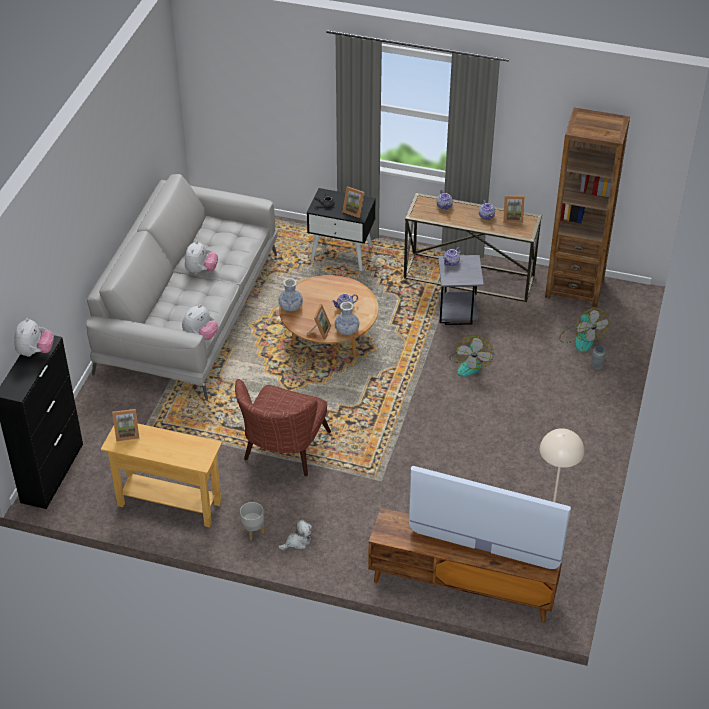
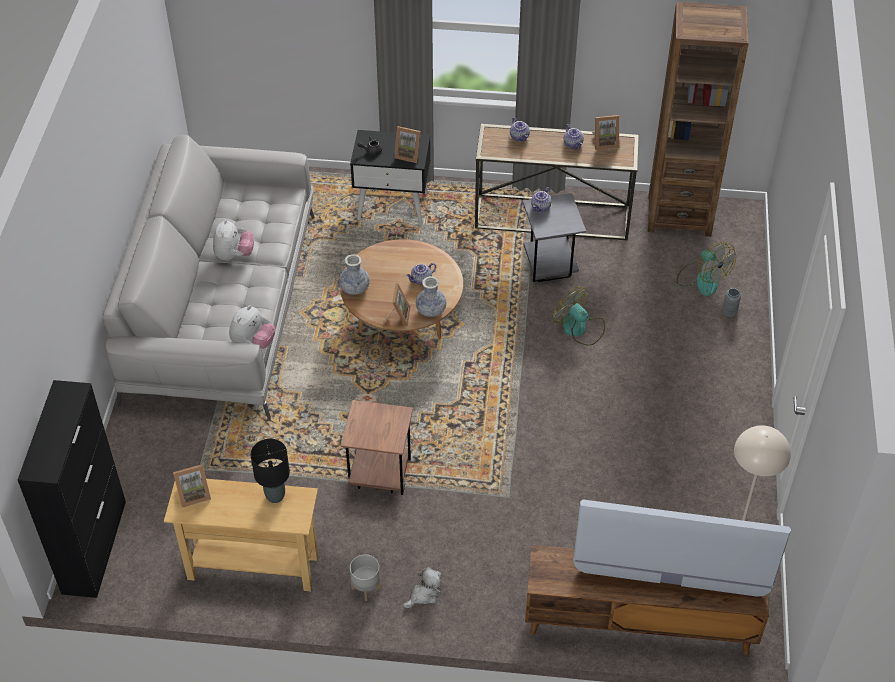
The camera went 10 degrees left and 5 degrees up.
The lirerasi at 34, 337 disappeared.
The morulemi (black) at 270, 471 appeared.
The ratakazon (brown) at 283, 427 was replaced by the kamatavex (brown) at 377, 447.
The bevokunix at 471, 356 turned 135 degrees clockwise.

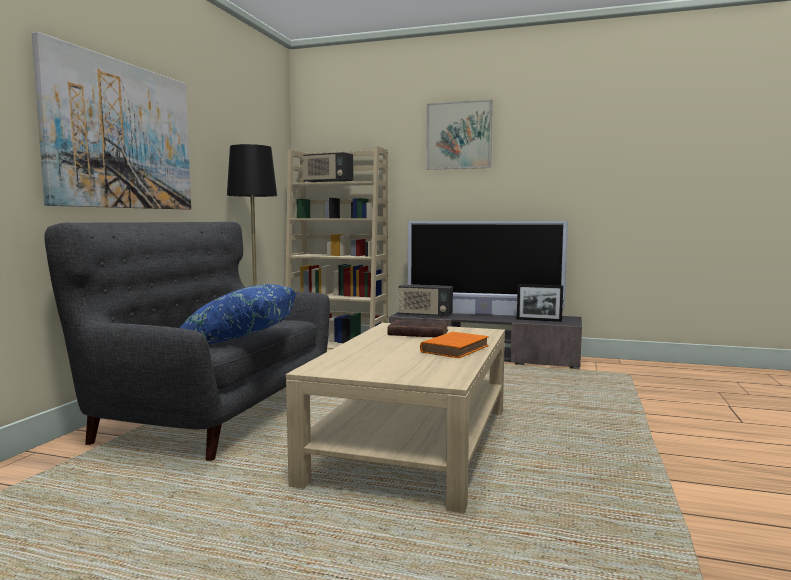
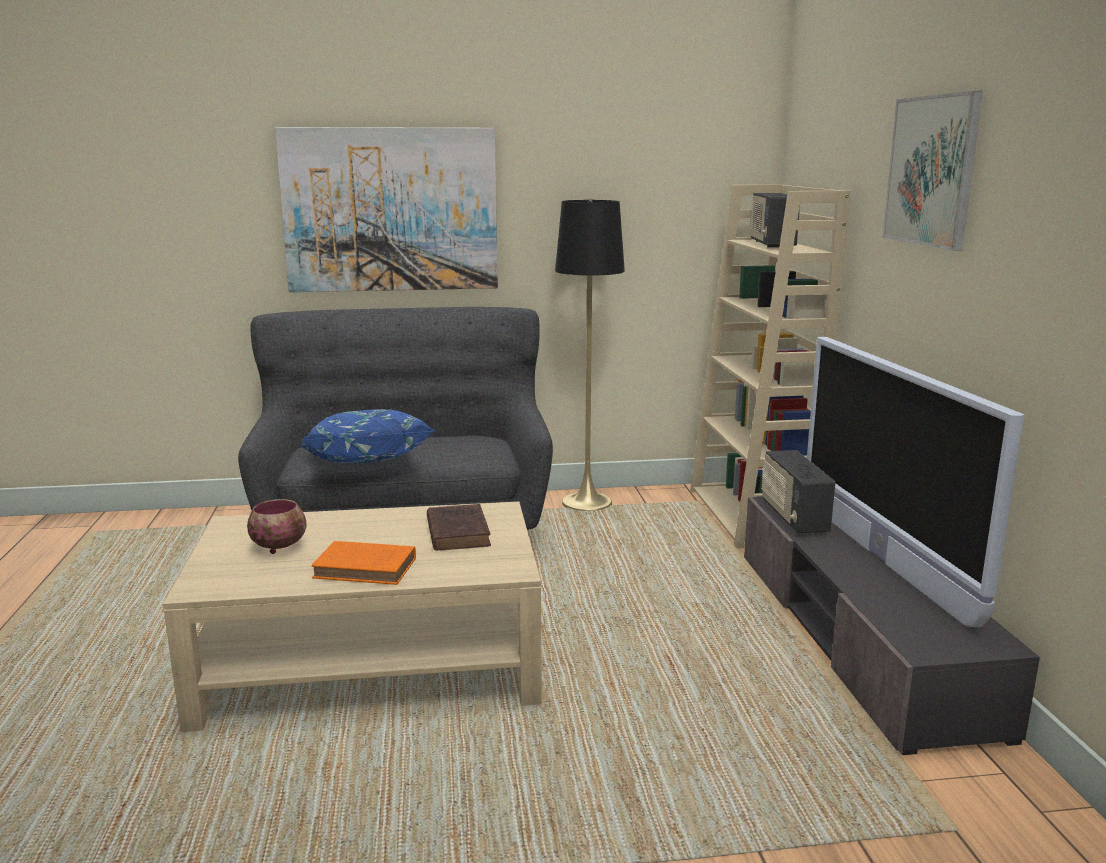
The camera went 65 degrees right and 10 degrees up.
The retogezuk at 540, 303 disappeared.
The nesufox at 277, 526 appeared.

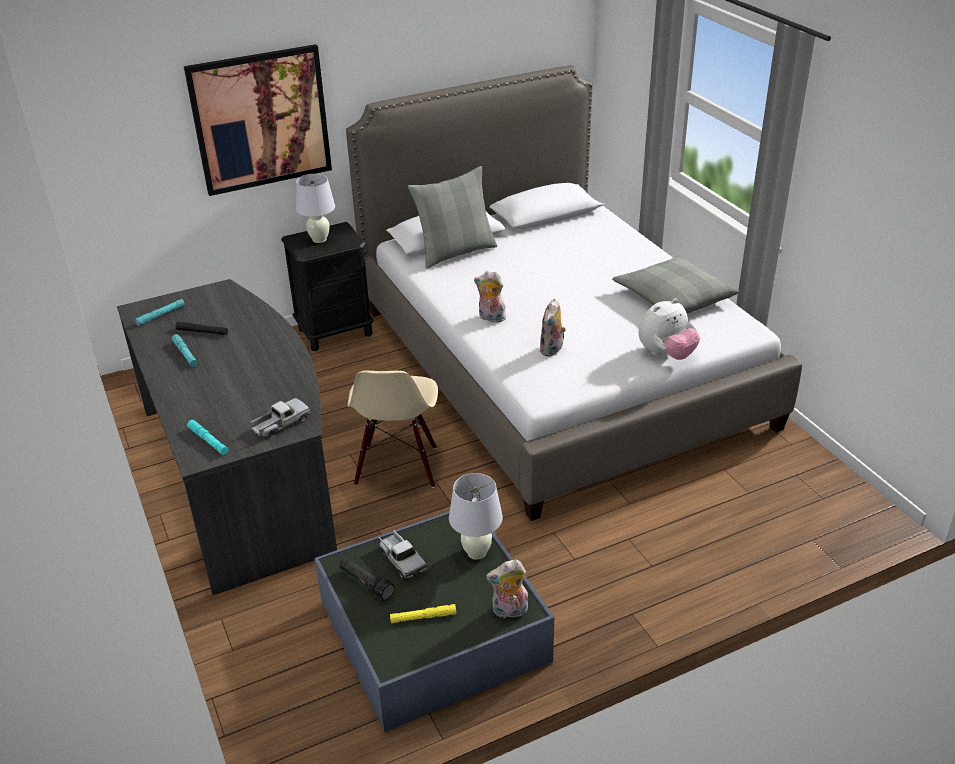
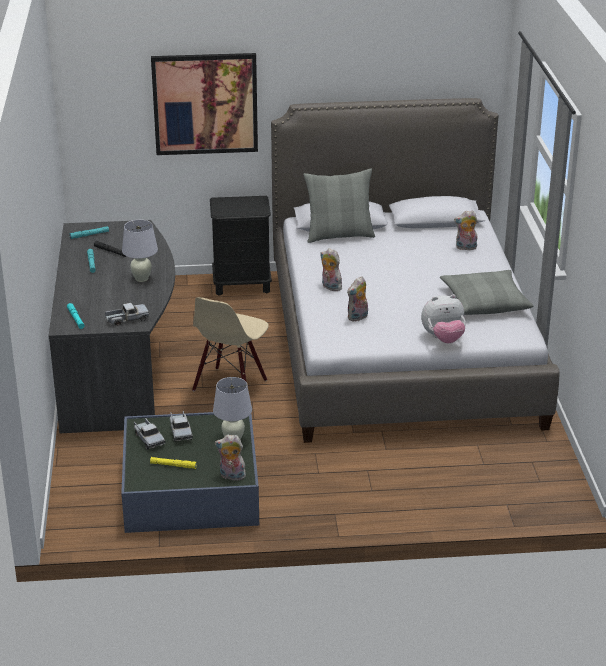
The camera went 20 degrees right and 5 degrees down.
The lirerasi at 466, 230 appeared.
The morulemi (white) moved from 315, 208 to 140, 251.
The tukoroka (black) at 367, 579 was replaced by the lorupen at 150, 434.

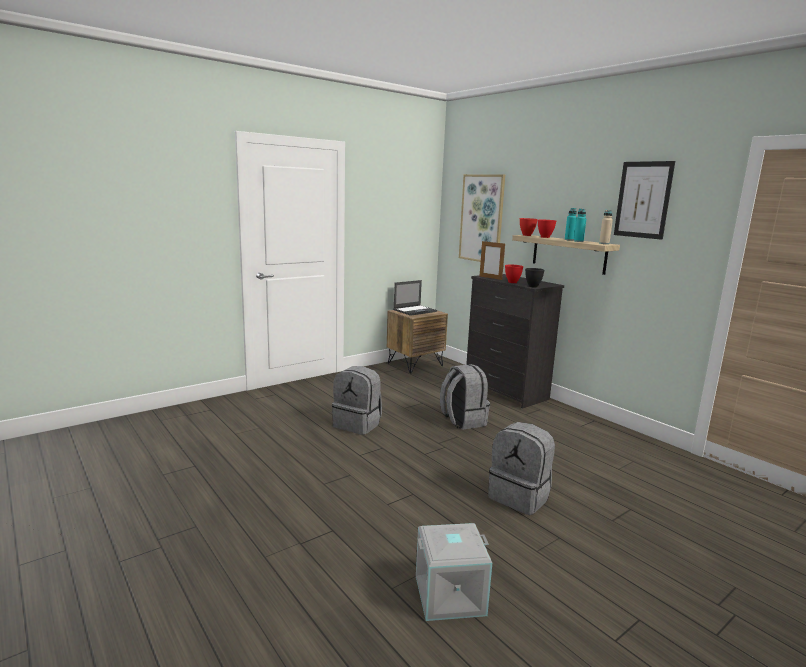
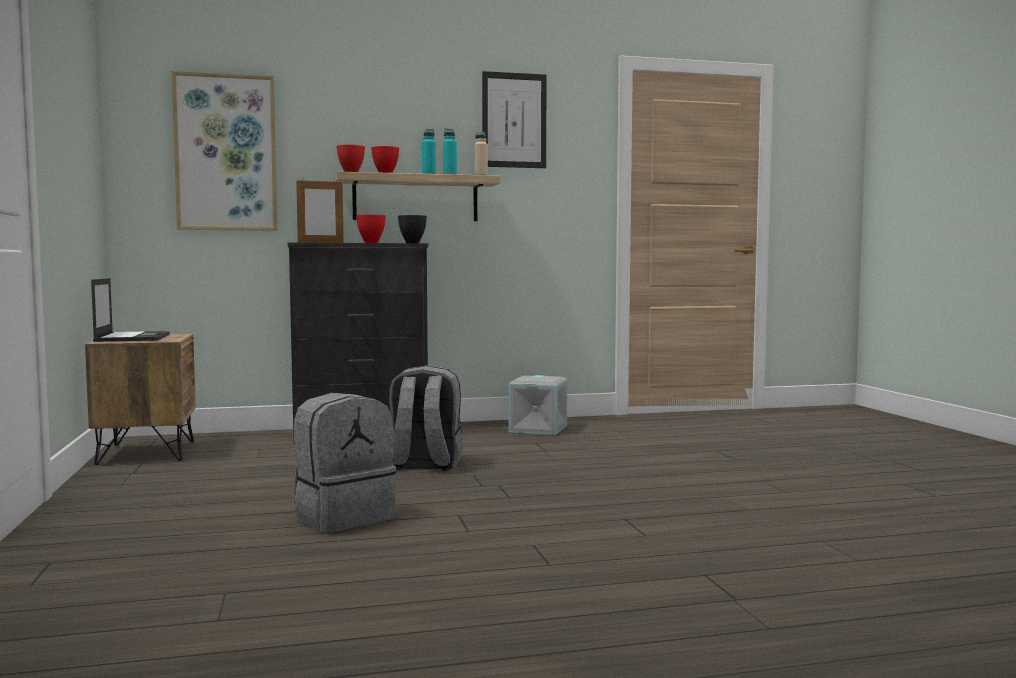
The camera went 65 degrees left and 10 degrees down.
The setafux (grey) at 521, 468 disappeared.
The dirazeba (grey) moved from 454, 572 to 538, 405.

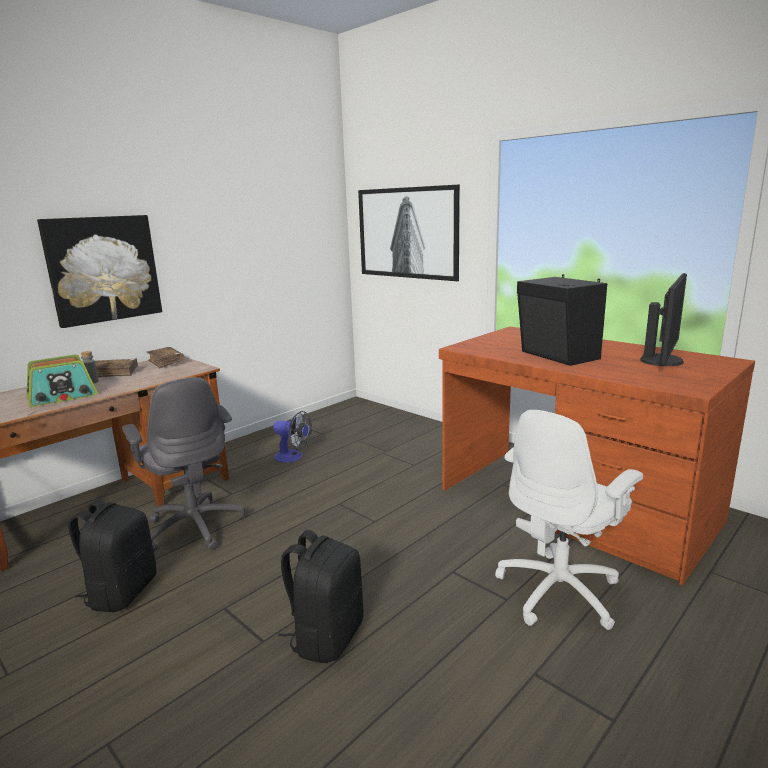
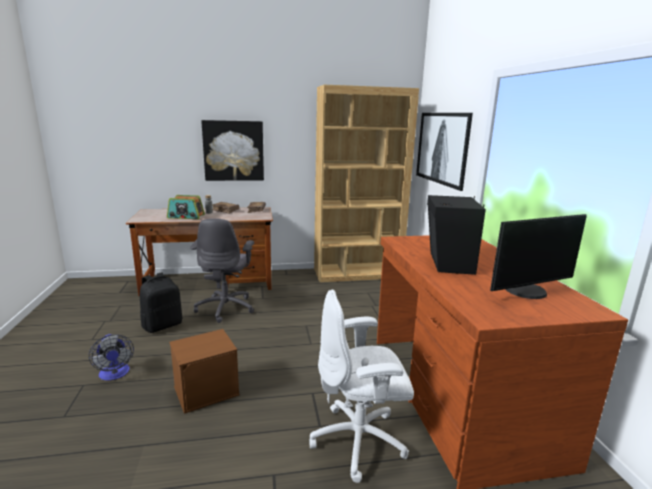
The camera went 35 degrees right and 0 degrees up.
The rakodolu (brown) at 366, 183 appeared.
The bevokunix moved from 292, 437 to 111, 357.
The setafux (black) at 320, 596 was replaced by the dirazeba (brown) at 204, 371.

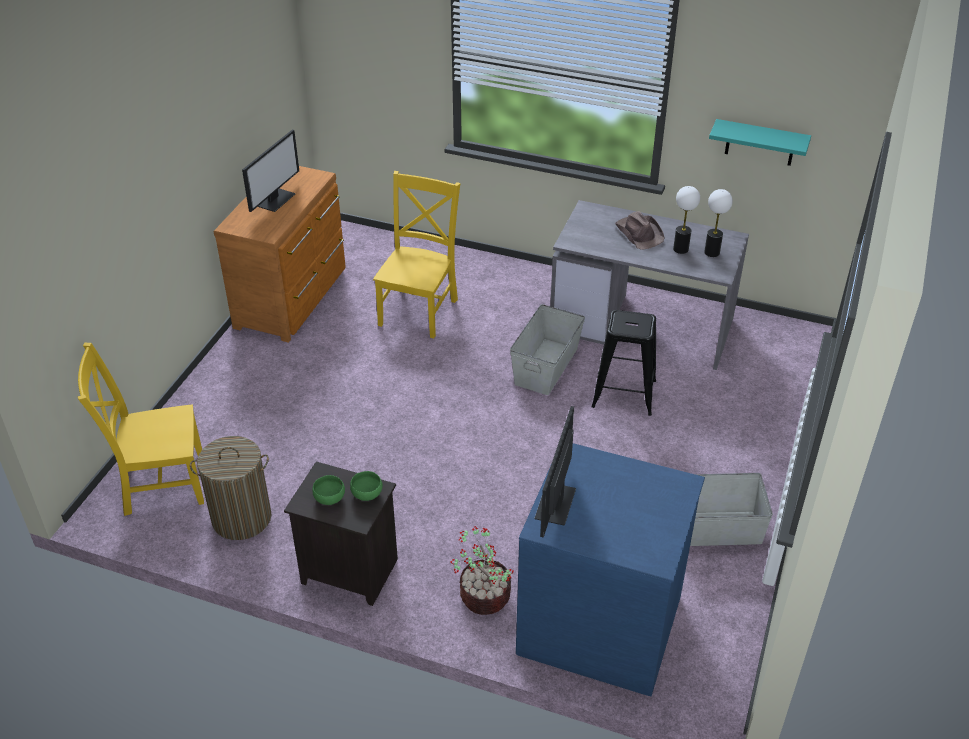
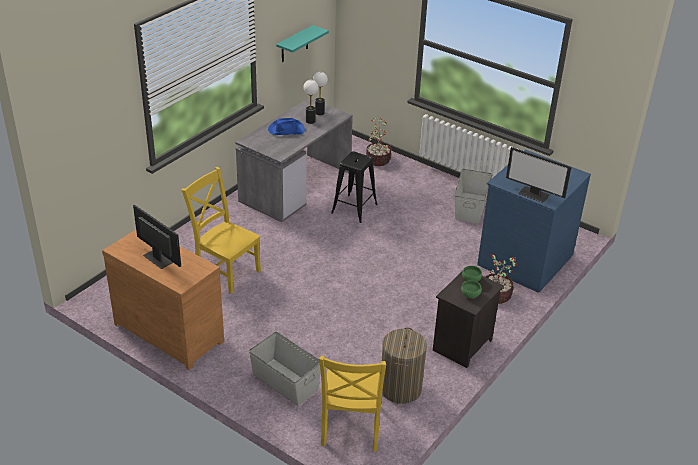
The camera went 75 degrees left and 5 degrees down.
The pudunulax at 378, 142 appeared.
The dirazeba (grey) moved from 547, 349 to 285, 368.
The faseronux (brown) at 640, 230 became the faseronux (blue) at 286, 126.

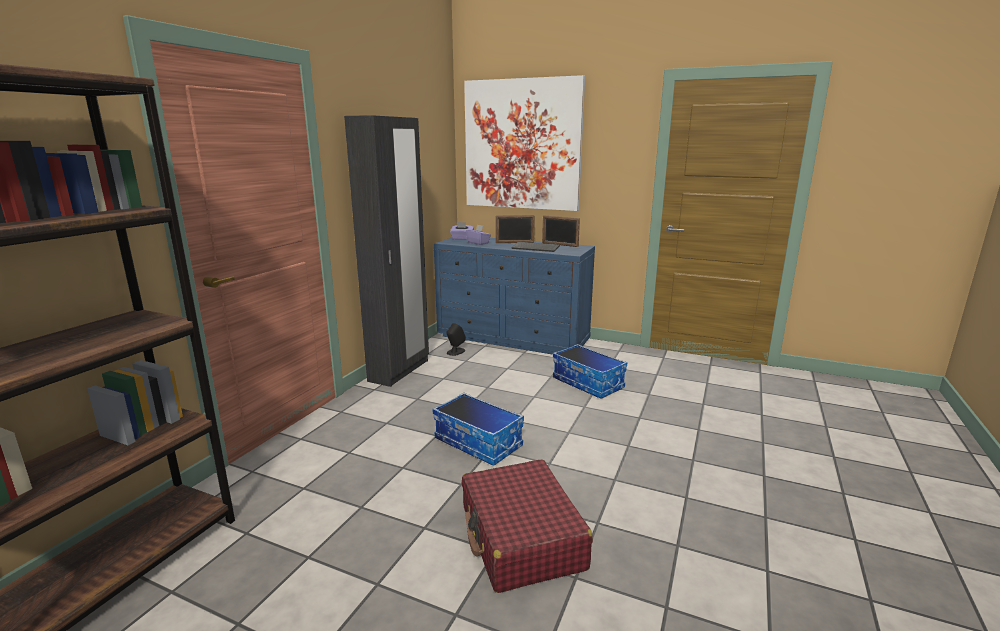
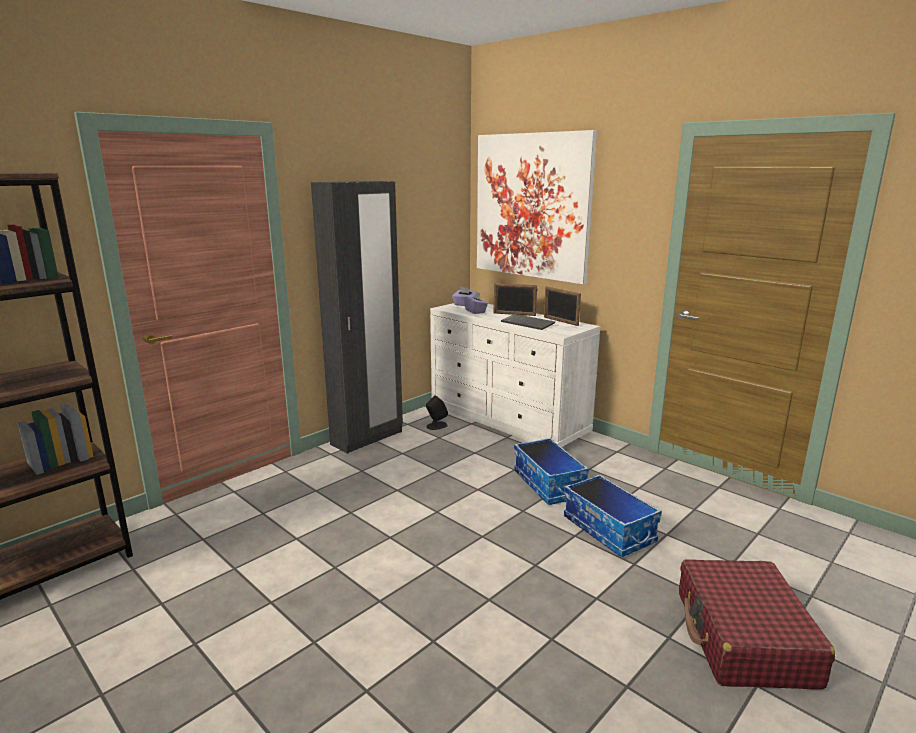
The camera went 20 degrees right and 0 degrees up.
The dirazeba moved from 478, 429 to 613, 516.
The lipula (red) moved from 527, 526 to 757, 624.
The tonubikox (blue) at 514, 296 became the tonubikox (white) at 515, 375.

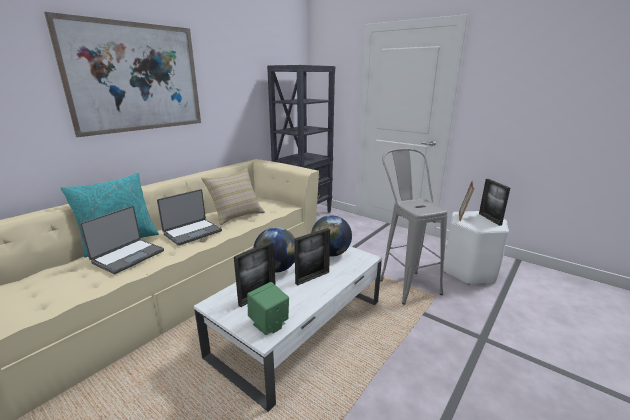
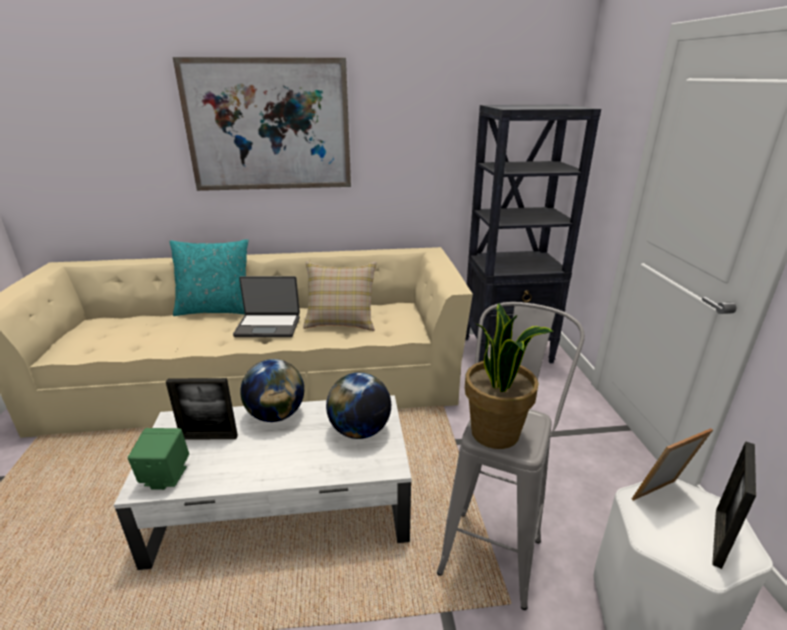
The camera went 45 degrees right and 5 degrees up.
The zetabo at 122, 240 disappeared.
The retogezuk at 312, 257 disappeared.
The pudunulax at 509, 376 appeared.

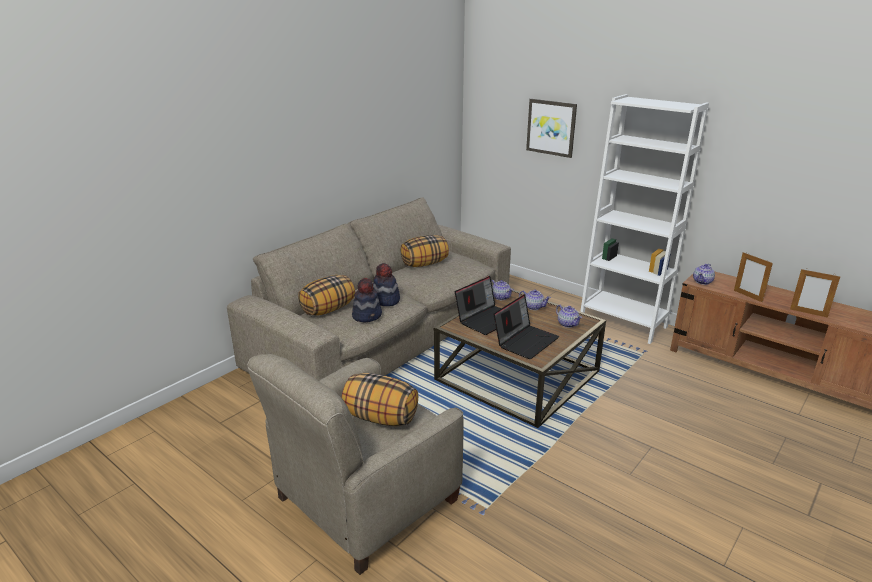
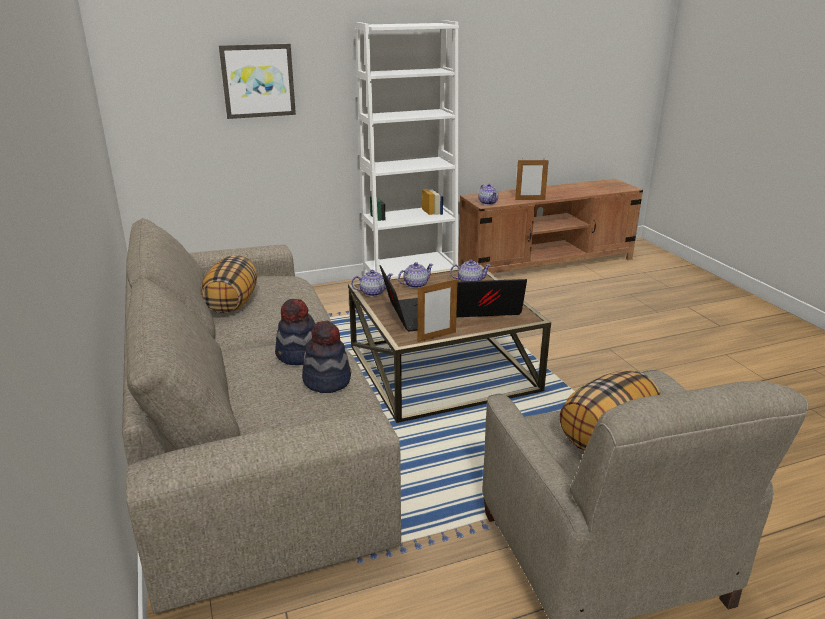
The camera went 60 degrees left and 0 degrees up.
The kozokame at 326, 295 disappeared.
The retogezuk moved from 815, 293 to 437, 310.
The zetabo at 526, 326 turned 75 degrees counterclockwise.

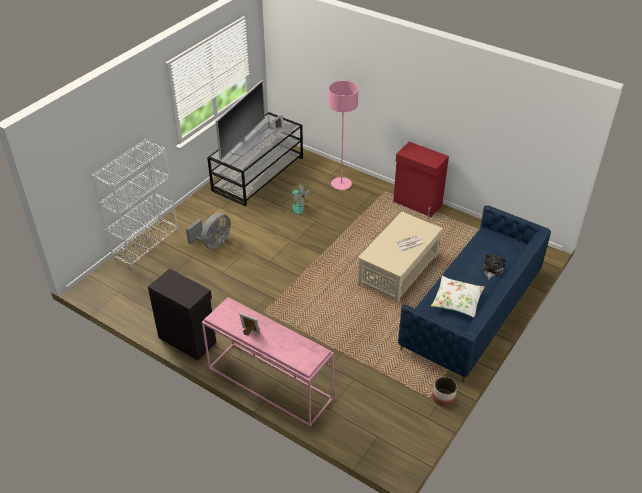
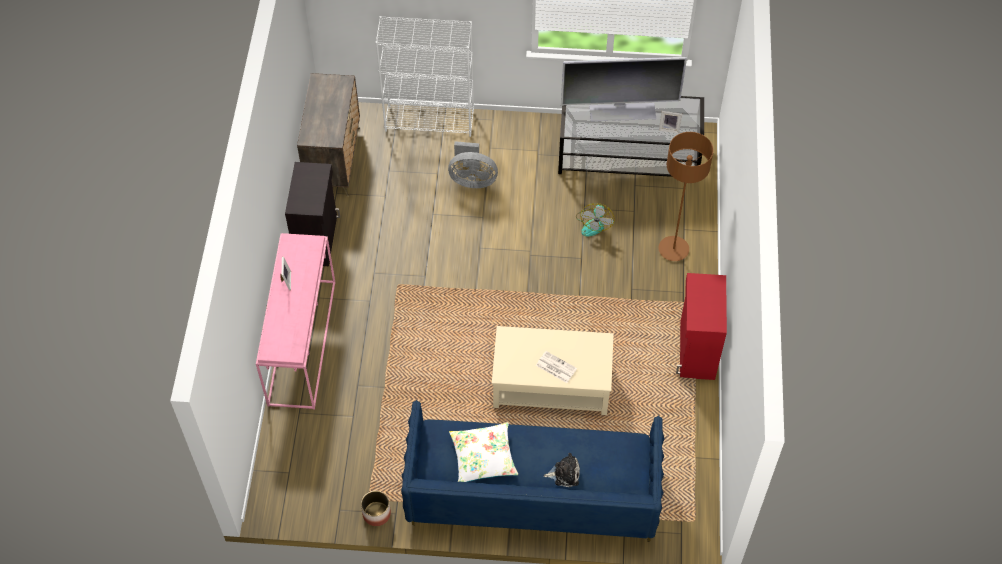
The camera went 60 degrees right and 15 degrees up.
The tonubikox at 328, 134 appeared.
The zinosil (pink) at 343, 135 became the zinosil (brown) at 686, 196.

